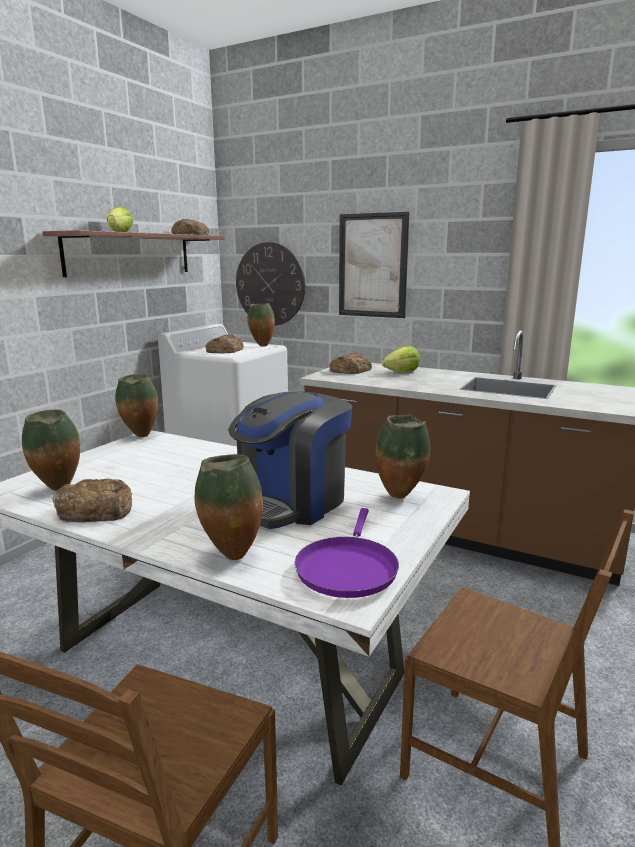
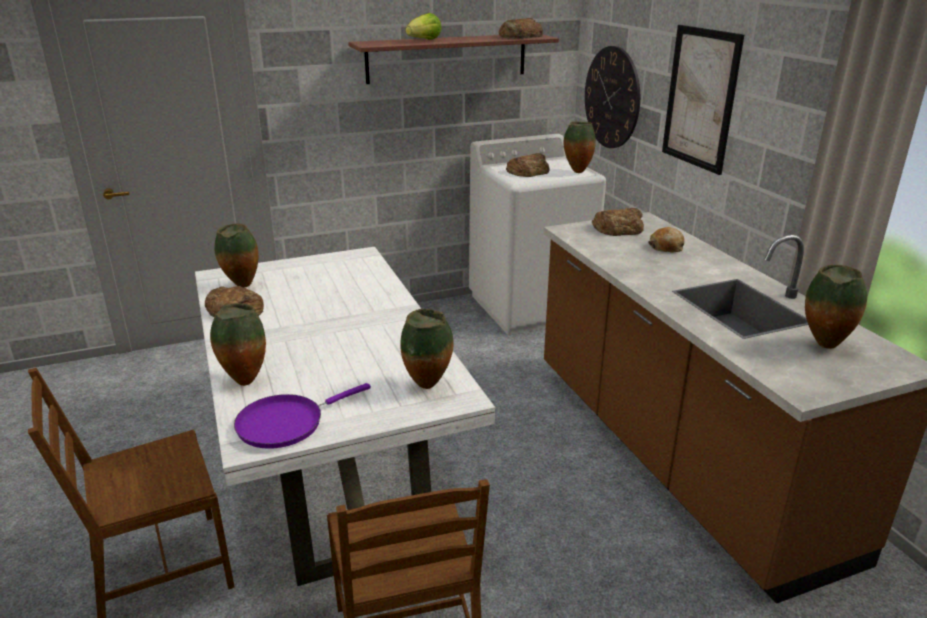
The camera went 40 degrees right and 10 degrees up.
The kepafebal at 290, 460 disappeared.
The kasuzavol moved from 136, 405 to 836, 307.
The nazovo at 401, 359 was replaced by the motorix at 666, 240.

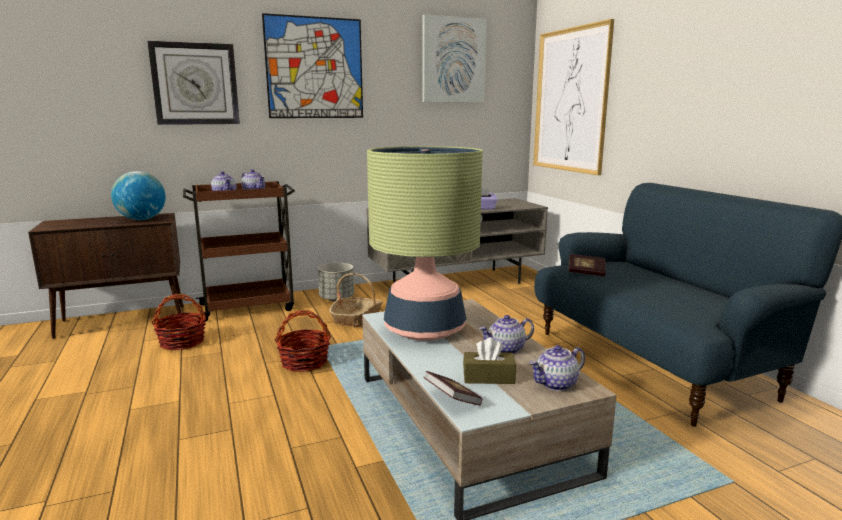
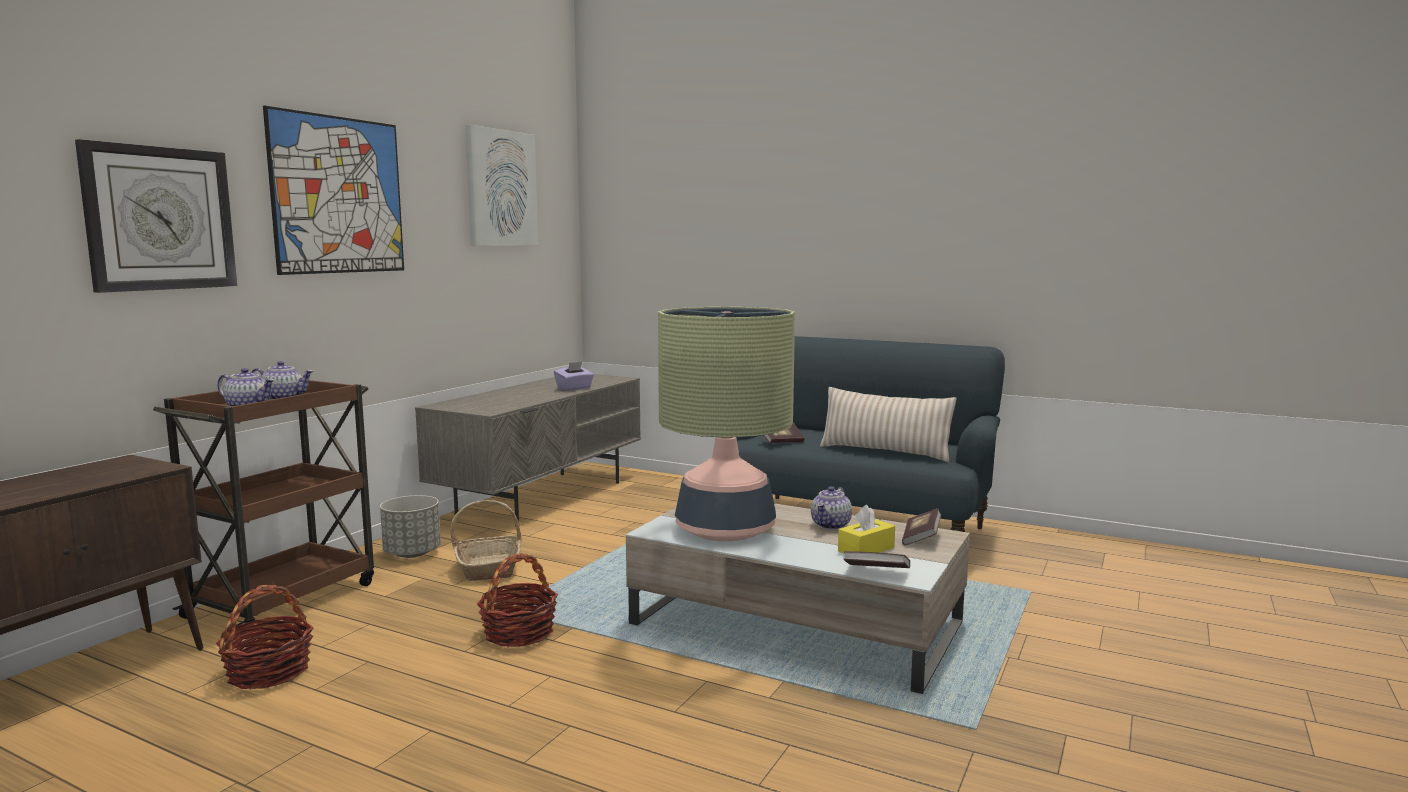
The camera went 40 degrees left and 5 degrees down.
The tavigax at 138, 195 disappeared.
The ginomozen at 573, 97 disappeared.
The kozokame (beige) at 888, 424 appeared.
The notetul at 557, 368 was replaced by the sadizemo at 921, 526.
The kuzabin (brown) at 489, 360 became the kuzabin (yellow) at 866, 529.

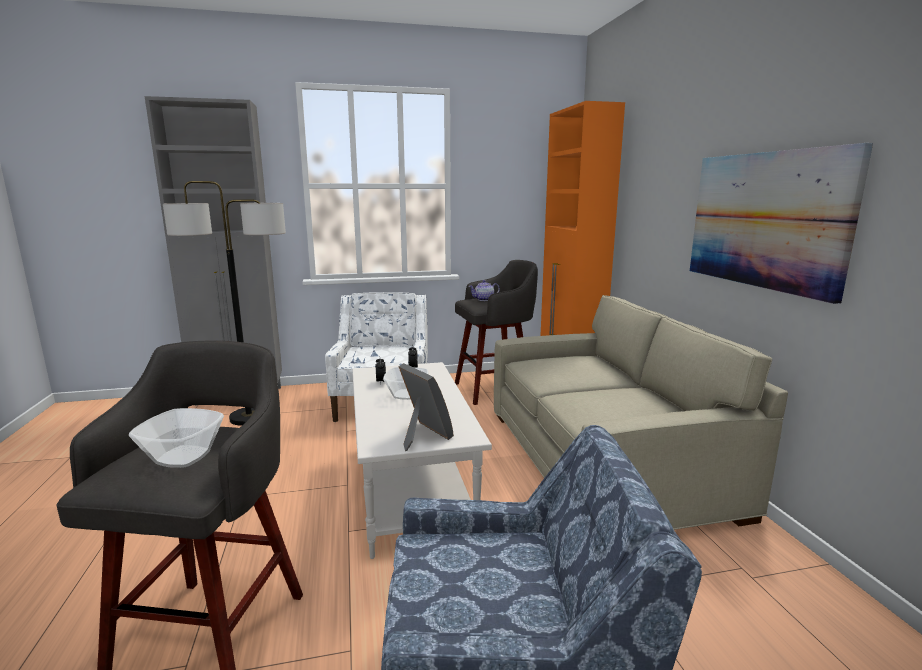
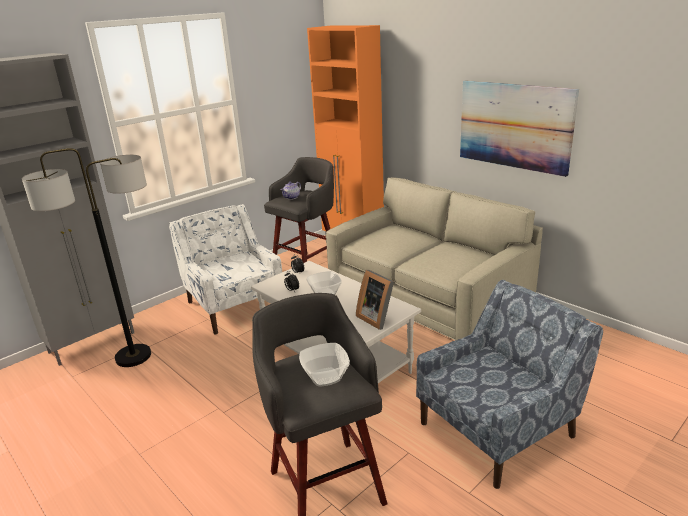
The camera went 30 degrees left and 10 degrees up.
The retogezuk at 426, 407 turned 150 degrees counterclockwise.

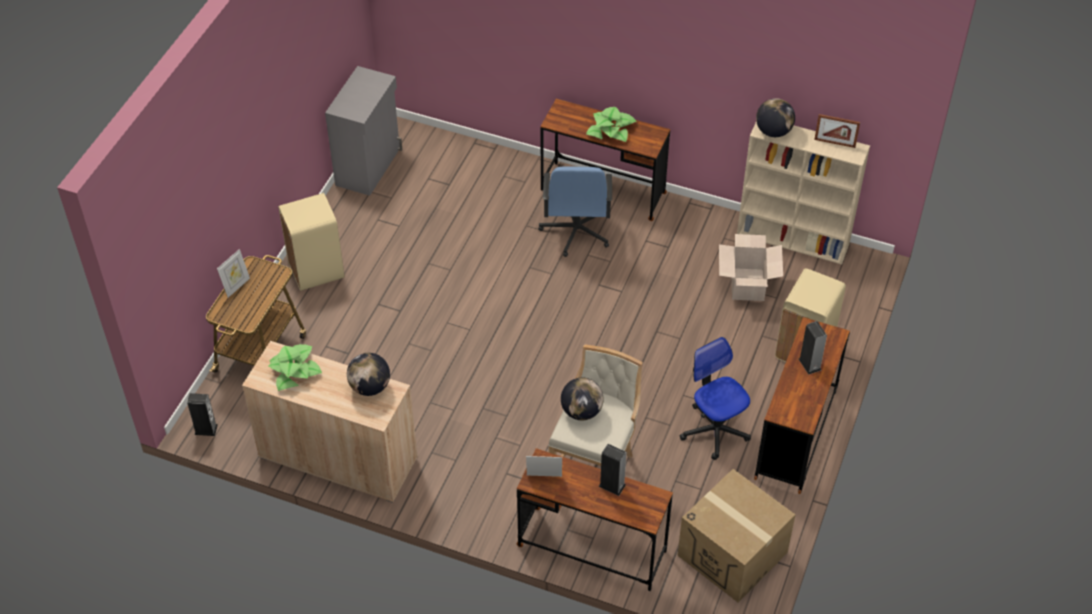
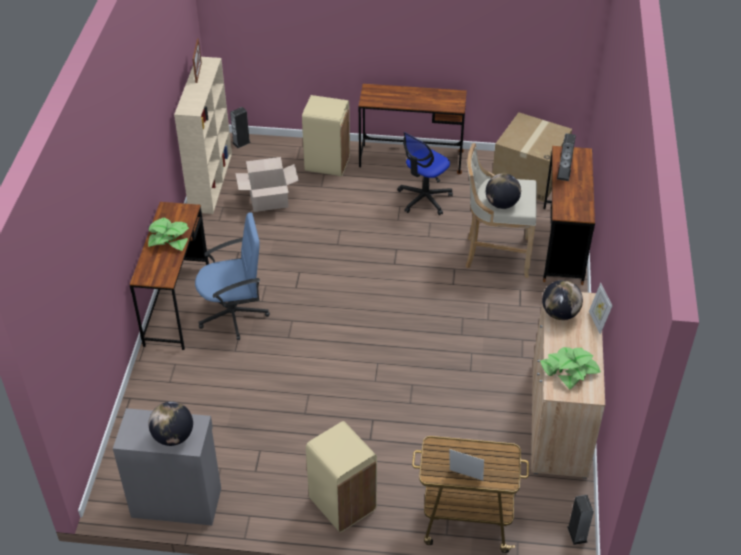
The camera went 105 degrees left and 5 degrees down.
The retogezuk moved from 544, 466 to 601, 308.
The tavigax moved from 775, 117 to 171, 424.
The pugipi moved from 813, 347 to 240, 127.

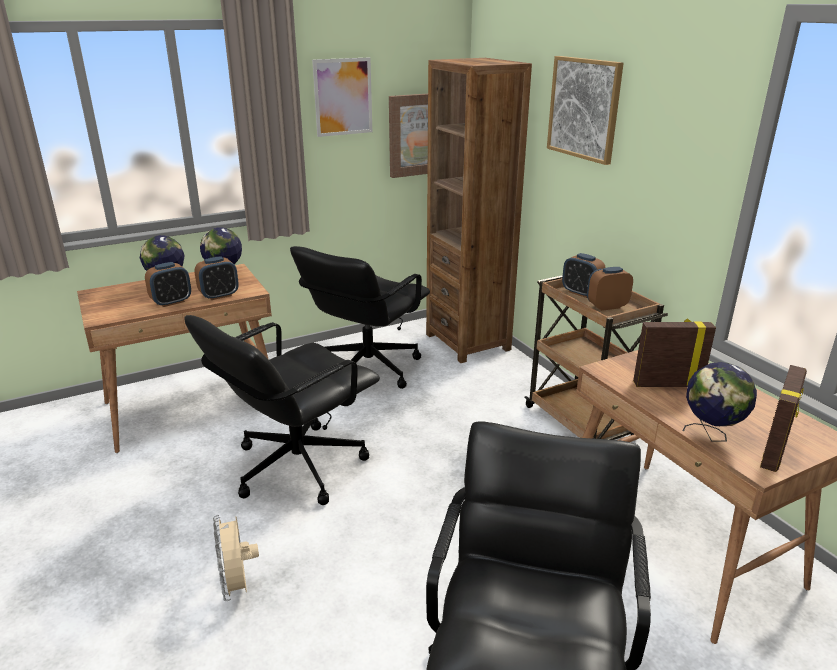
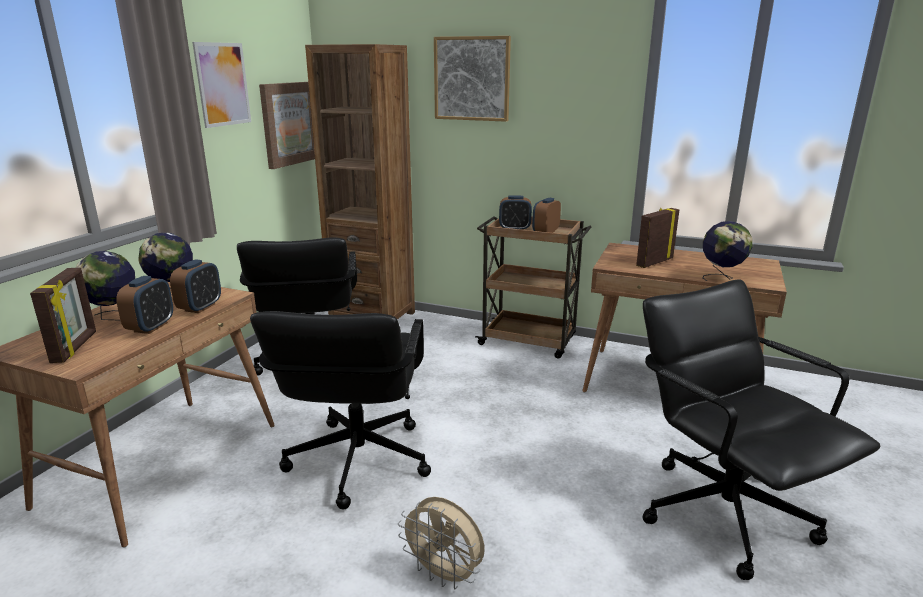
The camera went 40 degrees left and 5 degrees down.
The retogezuk moved from 783, 418 to 63, 315.

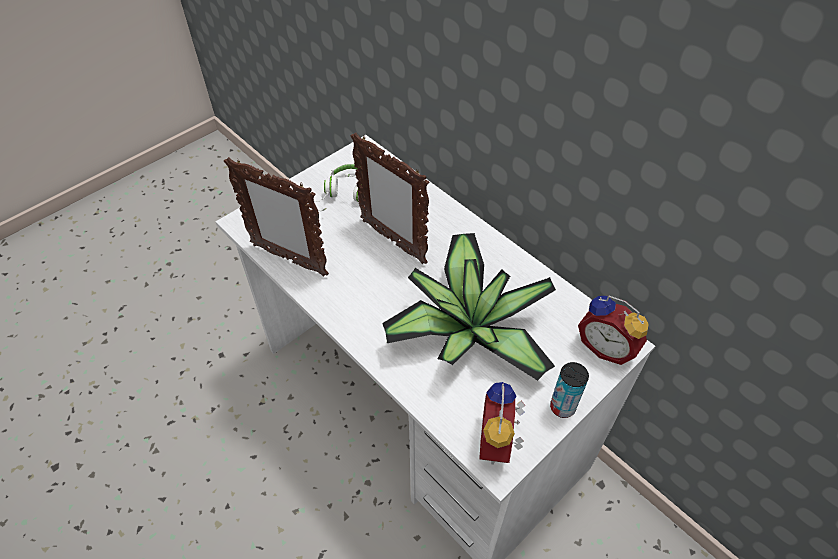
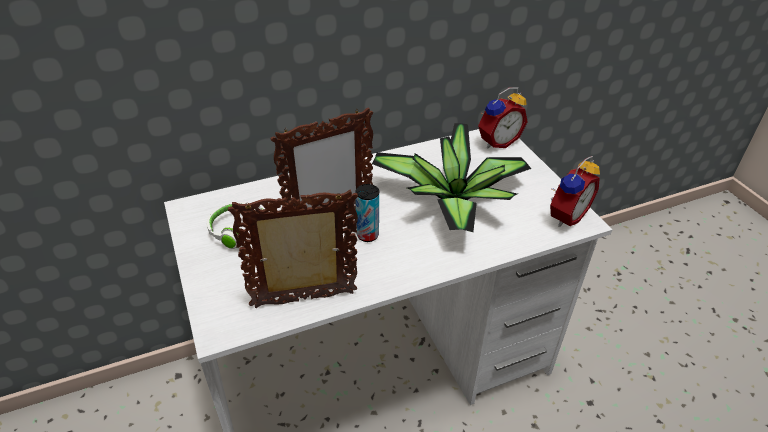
The camera went 70 degrees left and 10 degrees down.
The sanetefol moved from 569, 390 to 367, 213.
The retogezuk at 276, 216 turned 150 degrees counterclockwise.
The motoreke at 502, 423 turned 75 degrees counterclockwise.

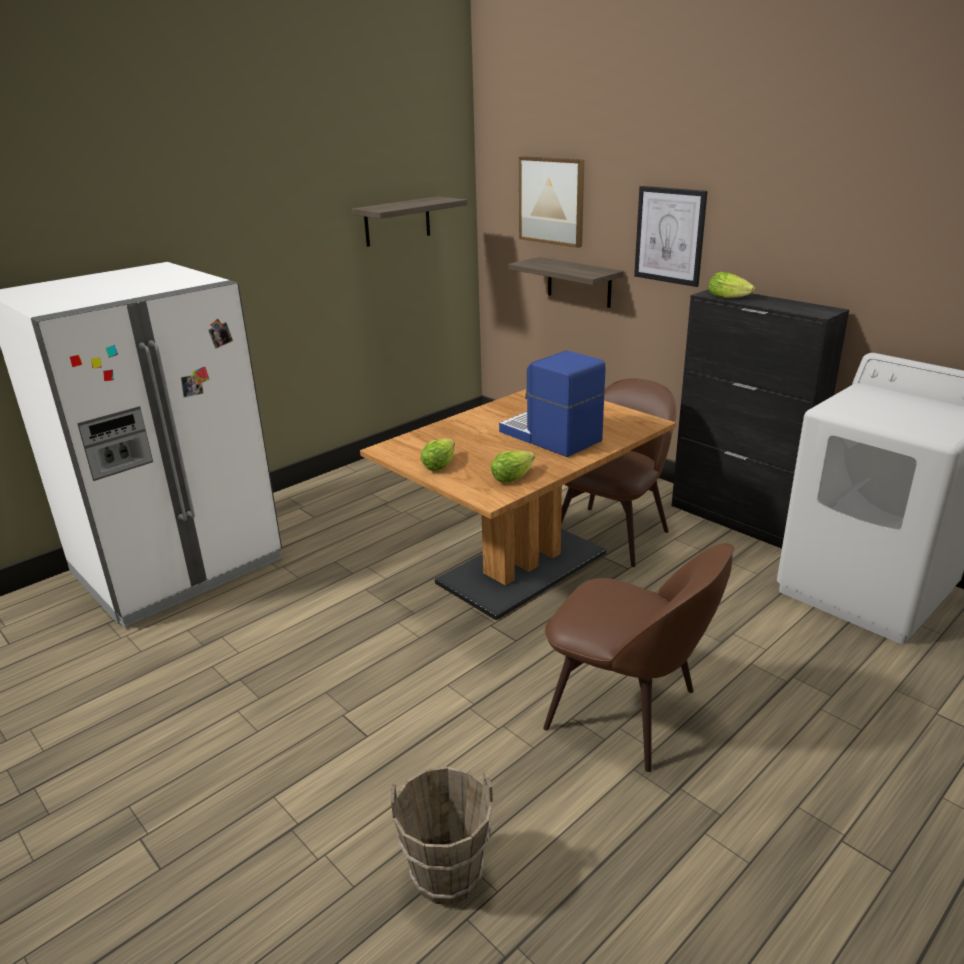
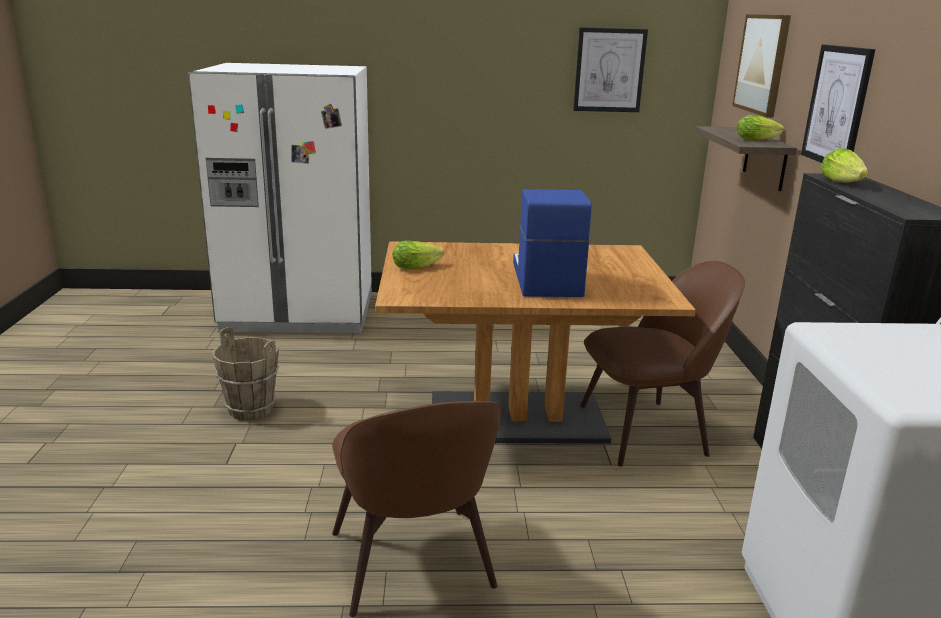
The camera went 40 degrees right and 5 degrees down.
The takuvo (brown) moved from 442, 835 to 246, 373.
The nazovo moved from 513, 467 to 760, 127.
The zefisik at 409, 221 was replaced by the ginomozen at 610, 69.

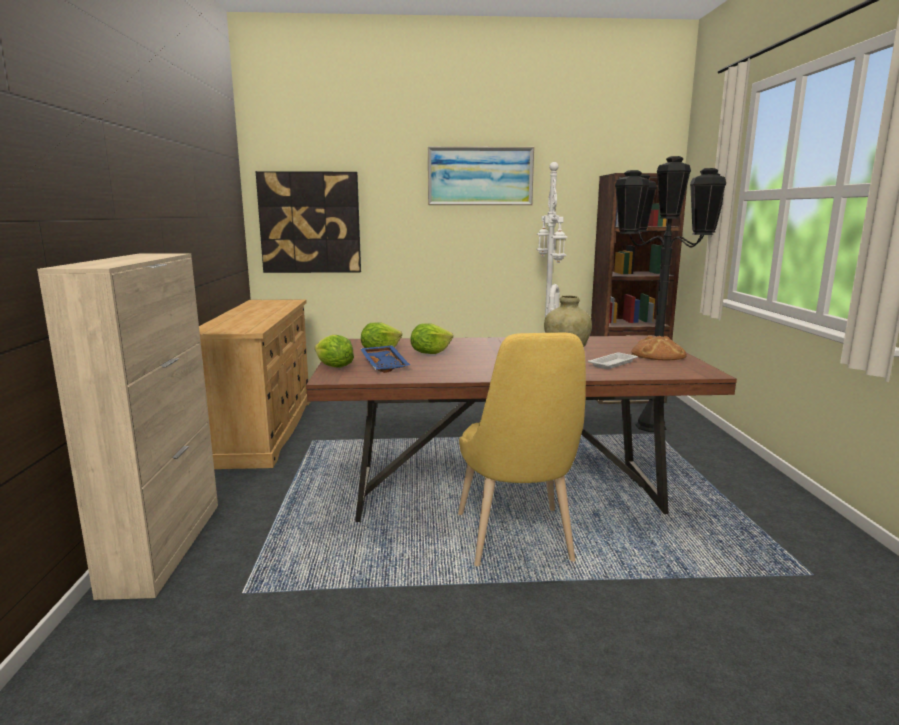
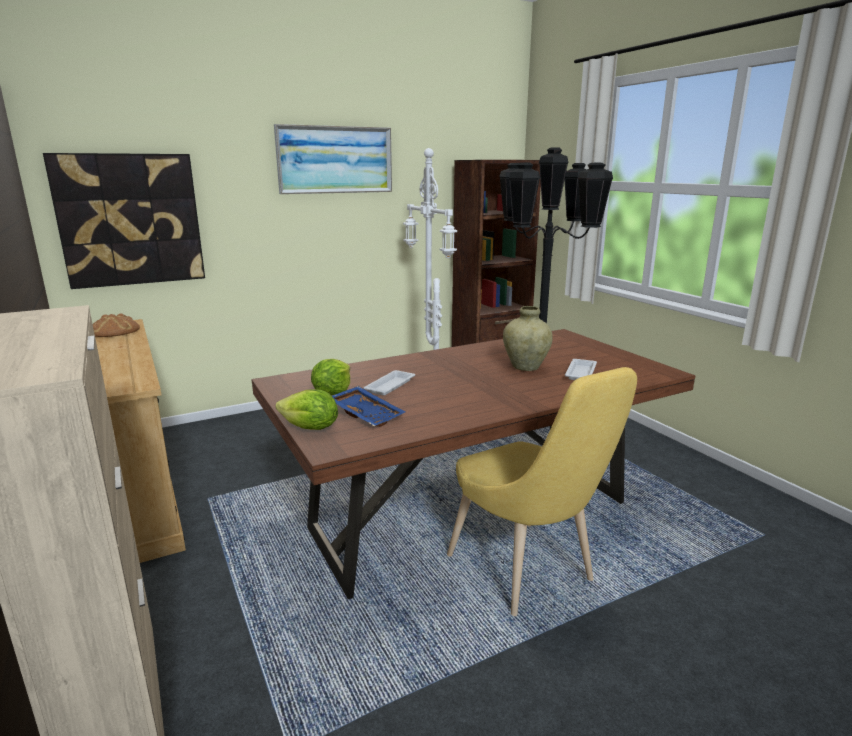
The camera went 25 degrees left and 5 degrees up.
The motorix moved from 659, 348 to 116, 325.
The nazovo at 431, 339 was replaced by the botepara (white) at 389, 382.

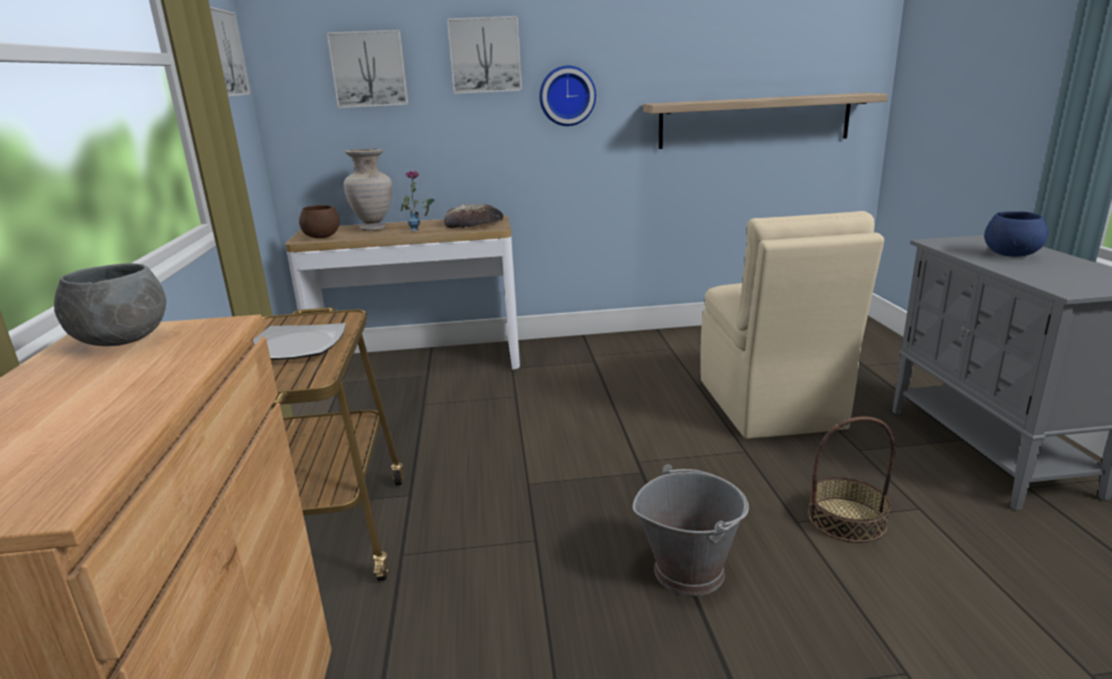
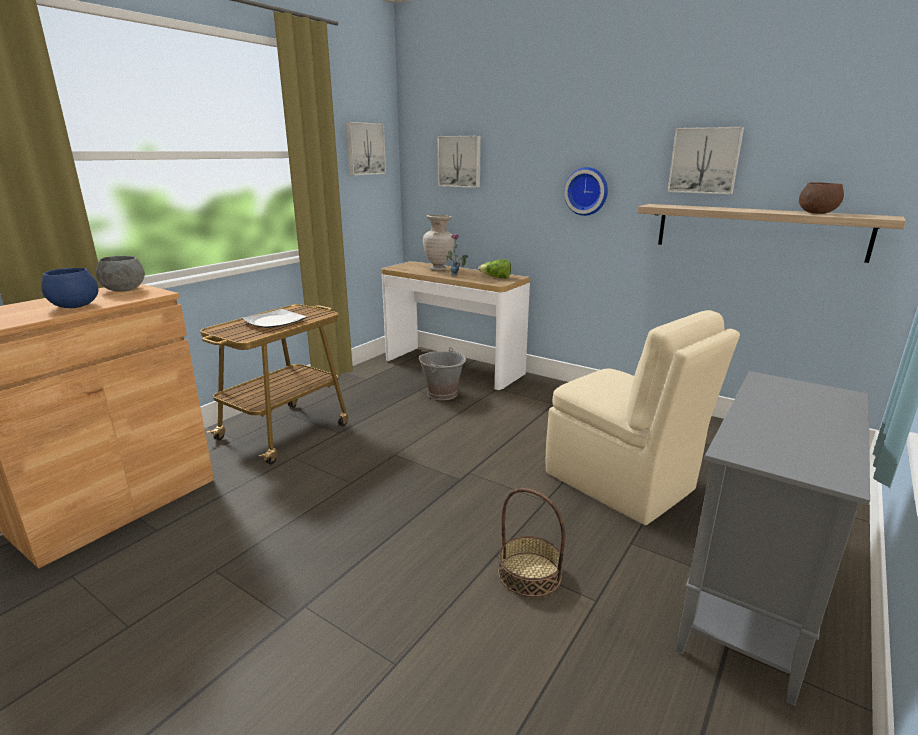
The camera went 40 degrees right and 0 degrees up.
The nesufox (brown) moved from 319, 221 to 821, 198.
The ginomozen moved from 484, 55 to 706, 160.
The takuvo (grey) moved from 690, 530 to 442, 373.
The nesufox (blue) moved from 1016, 234 to 70, 288.
The motorix at 474, 216 was replaced by the nazovo at 494, 268.
The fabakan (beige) at 792, 325 turned 75 degrees counterclockwise.

